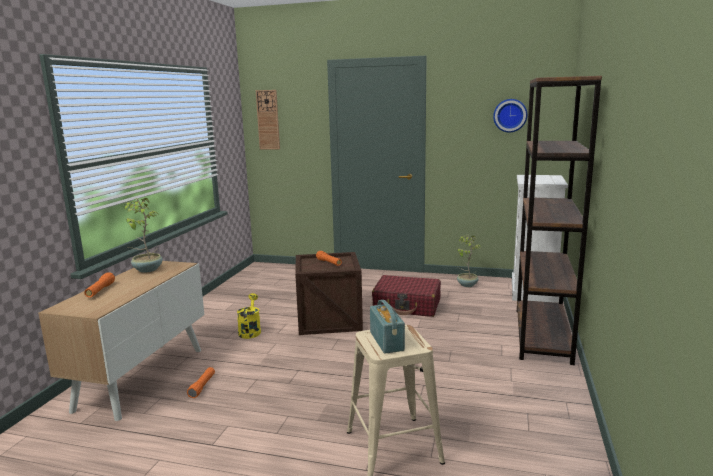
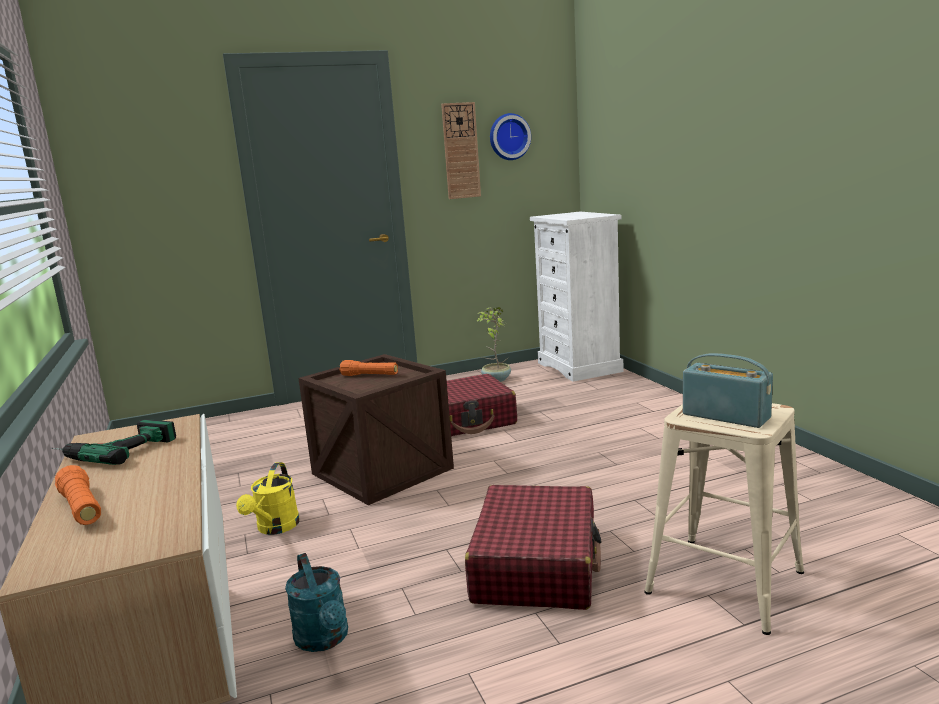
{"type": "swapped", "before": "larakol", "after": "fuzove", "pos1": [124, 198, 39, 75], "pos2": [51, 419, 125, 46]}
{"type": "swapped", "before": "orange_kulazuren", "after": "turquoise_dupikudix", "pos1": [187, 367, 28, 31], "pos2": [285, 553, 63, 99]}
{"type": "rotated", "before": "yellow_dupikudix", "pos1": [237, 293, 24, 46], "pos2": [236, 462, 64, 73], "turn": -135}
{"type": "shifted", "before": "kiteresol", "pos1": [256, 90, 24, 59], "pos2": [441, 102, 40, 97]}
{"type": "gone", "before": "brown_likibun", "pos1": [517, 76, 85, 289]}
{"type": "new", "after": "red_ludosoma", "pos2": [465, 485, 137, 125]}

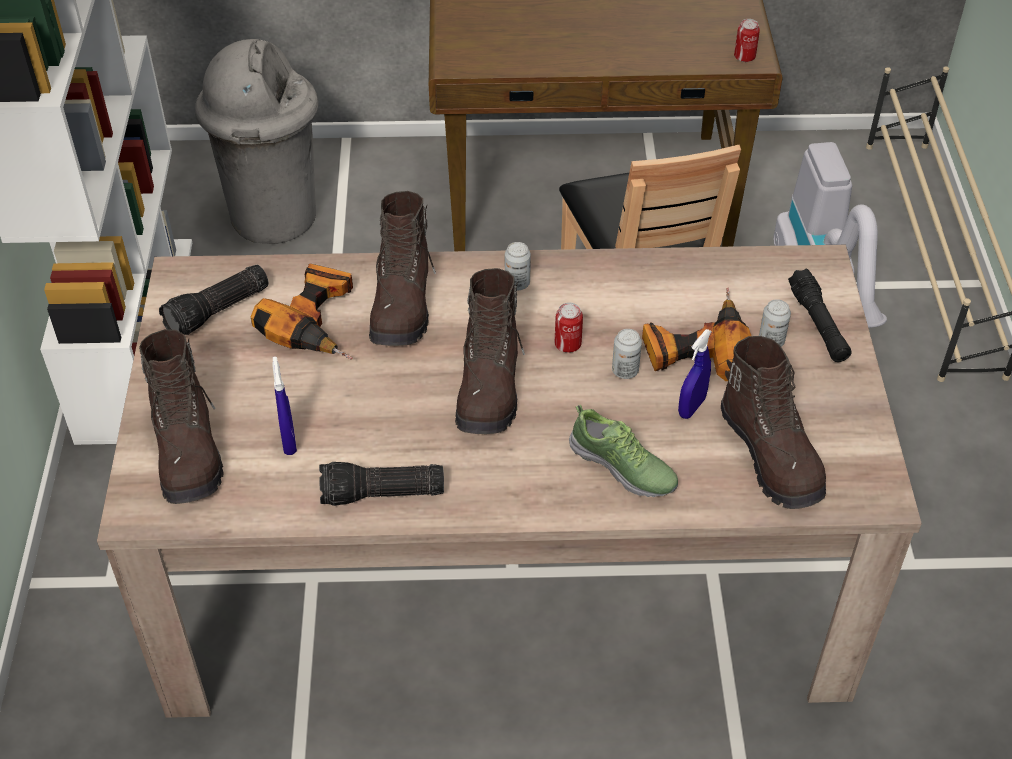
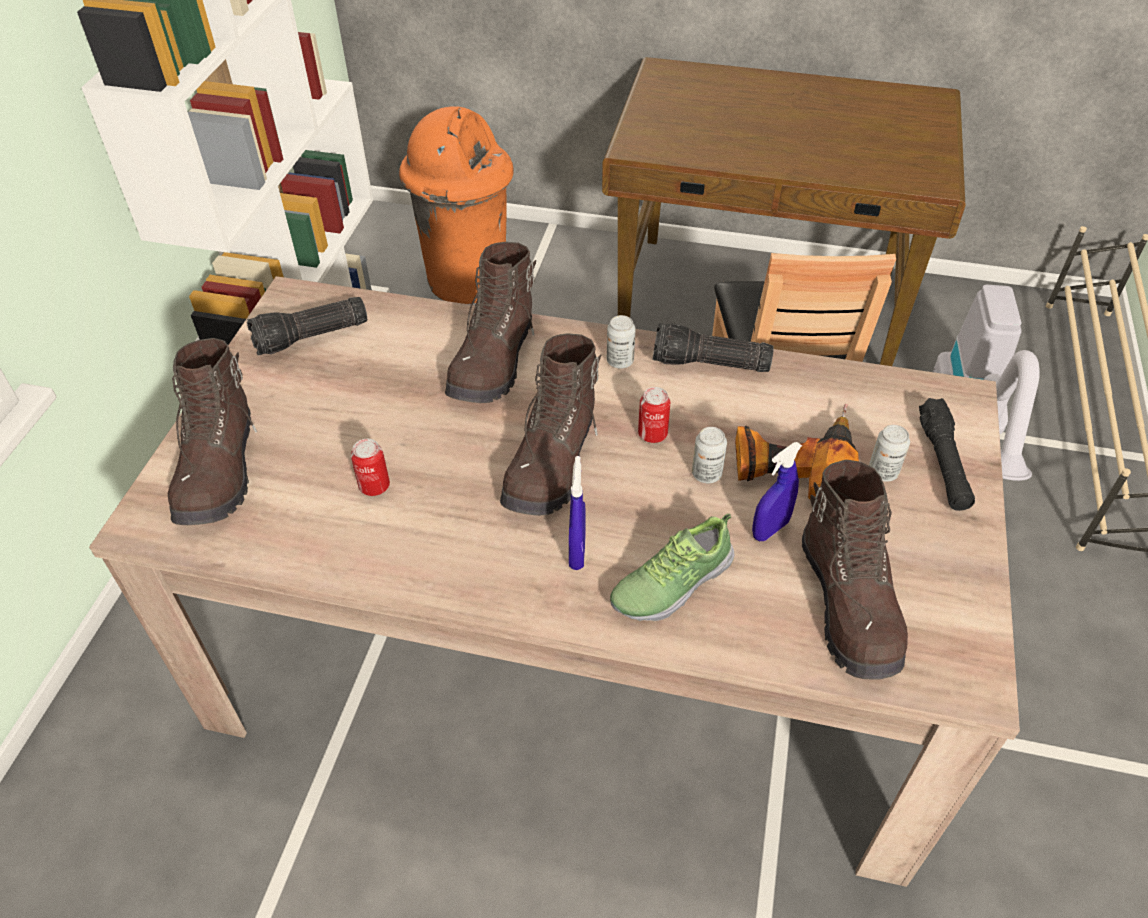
{"type": "repainted", "before": "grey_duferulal", "after": "orange_duferulal", "pos1": [195, 39, 123, 205], "pos2": [399, 106, 115, 198]}
{"type": "gone", "before": "fuzove", "pos1": [251, 263, 102, 96]}
{"type": "shifted", "before": "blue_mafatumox", "pos1": [272, 357, 25, 98], "pos2": [569, 456, 17, 114]}
{"type": "shifted", "before": "kulazuren", "pos1": [319, 462, 125, 44], "pos2": [652, 323, 122, 49]}
{"type": "rotated", "before": "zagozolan", "pos1": [569, 405, 109, 92], "pos2": [610, 514, 124, 107], "turn": 90}
{"type": "shifted", "before": "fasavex", "pos1": [734, 19, 26, 43], "pos2": [351, 439, 39, 57]}

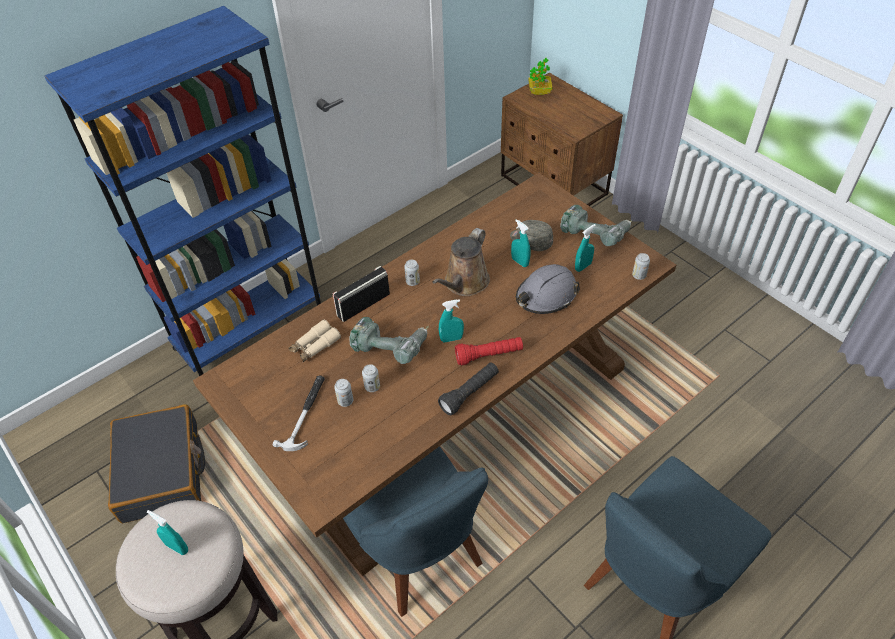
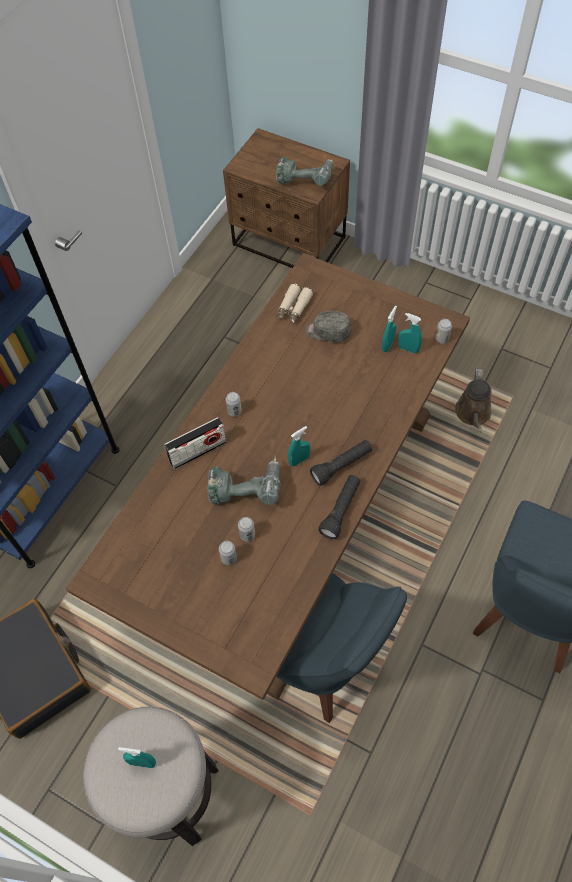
{"type": "gone", "before": "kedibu", "pos1": [273, 375, 52, 76]}
{"type": "shifted", "before": "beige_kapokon", "pos1": [289, 319, 52, 43], "pos2": [276, 283, 37, 40]}
{"type": "rotated", "before": "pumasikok", "pos1": [333, 266, 57, 56], "pos2": [164, 417, 63, 52], "turn": -150}
{"type": "shifted", "before": "brown_dupikudix", "pos1": [432, 228, 58, 68], "pos2": [455, 369, 37, 64]}
{"type": "repainted", "before": "red_kulazuren", "after": "black_kulazuren", "pos1": [455, 337, 68, 29], "pos2": [310, 440, 62, 46]}
{"type": "shifted", "before": "turquoise_mafatumox", "pos1": [511, 219, 19, 48], "pos2": [399, 313, 23, 41]}
{"type": "gone", "before": "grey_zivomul", "pos1": [516, 264, 64, 50]}
{"type": "gone", "before": "larakol", "pos1": [529, 58, 23, 37]}
{"type": "shifted", "before": "fuzove", "pos1": [560, 205, 72, 41], "pos2": [276, 157, 57, 29]}

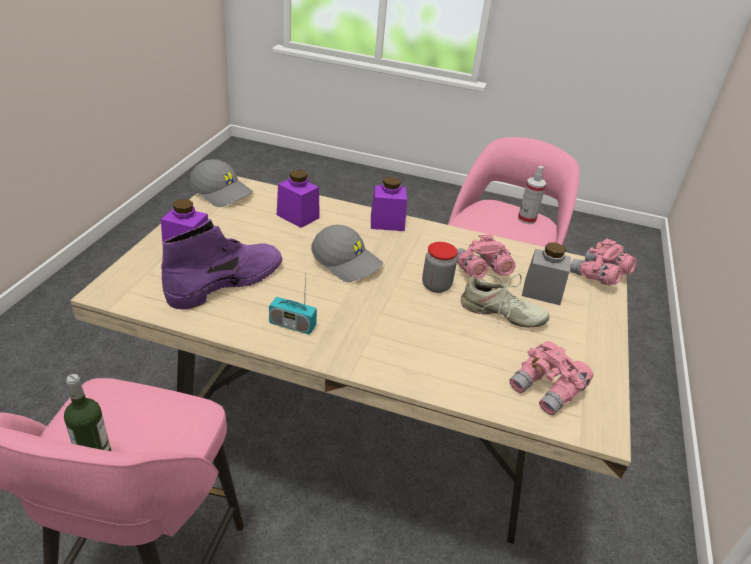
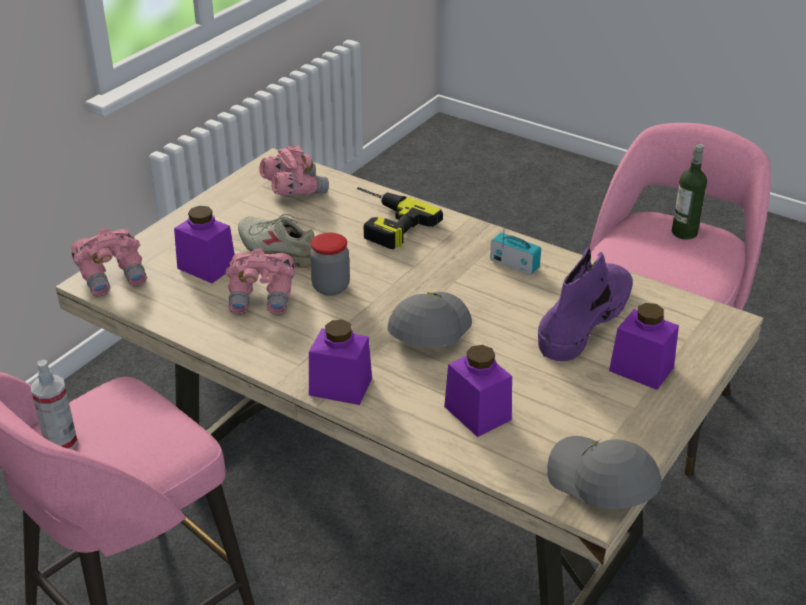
{"type": "rotated", "before": "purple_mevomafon", "pos1": [161, 219, 121, 91], "pos2": [538, 246, 95, 115], "turn": 150}
{"type": "rotated", "before": "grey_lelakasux", "pos1": [311, 225, 72, 57], "pos2": [387, 292, 85, 55], "turn": 60}
{"type": "repainted", "before": "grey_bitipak", "after": "purple_bitipak", "pos1": [522, 243, 49, 62], "pos2": [174, 206, 61, 77]}
{"type": "new", "after": "fuzove", "pos2": [357, 187, 86, 62]}

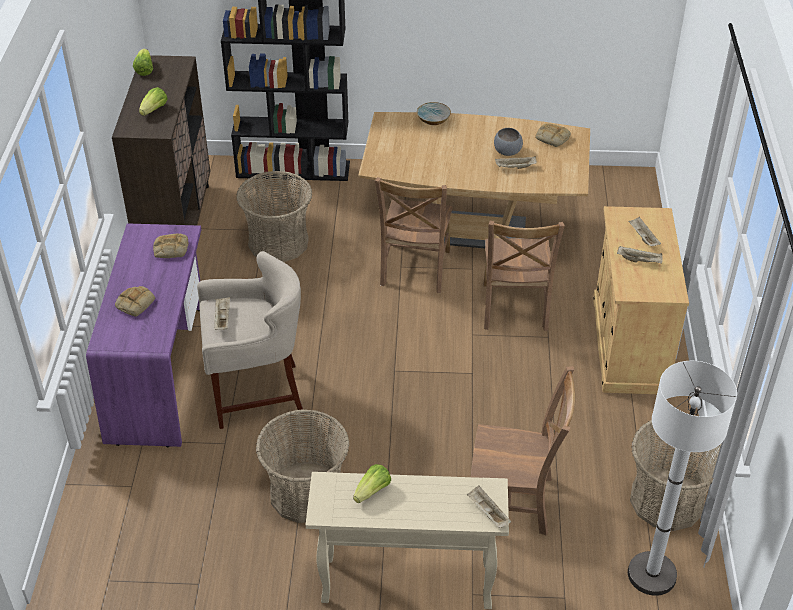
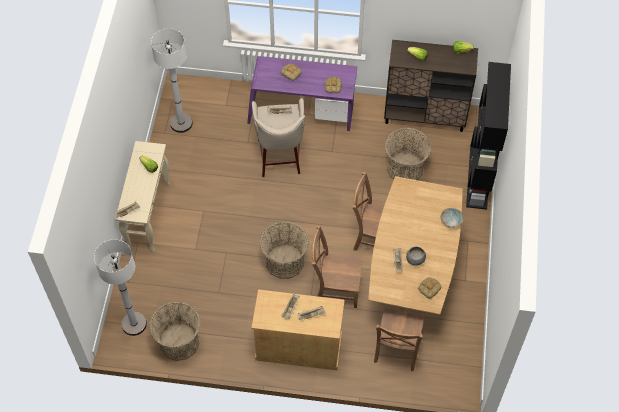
{"type": "shifted", "before": "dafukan", "pos1": [255, 409, 94, 114], "pos2": [260, 221, 49, 58]}
{"type": "shifted", "before": "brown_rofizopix", "pos1": [471, 366, 104, 170], "pos2": [374, 308, 51, 63]}
{"type": "new", "after": "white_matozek", "pos2": [151, 28, 42, 105]}

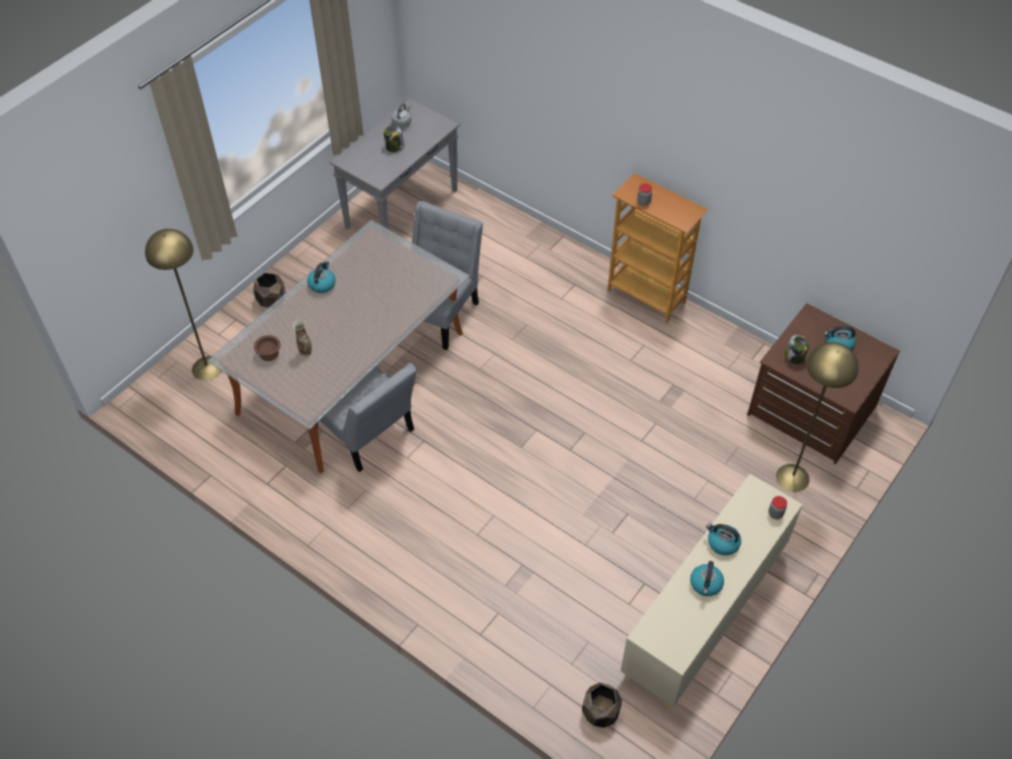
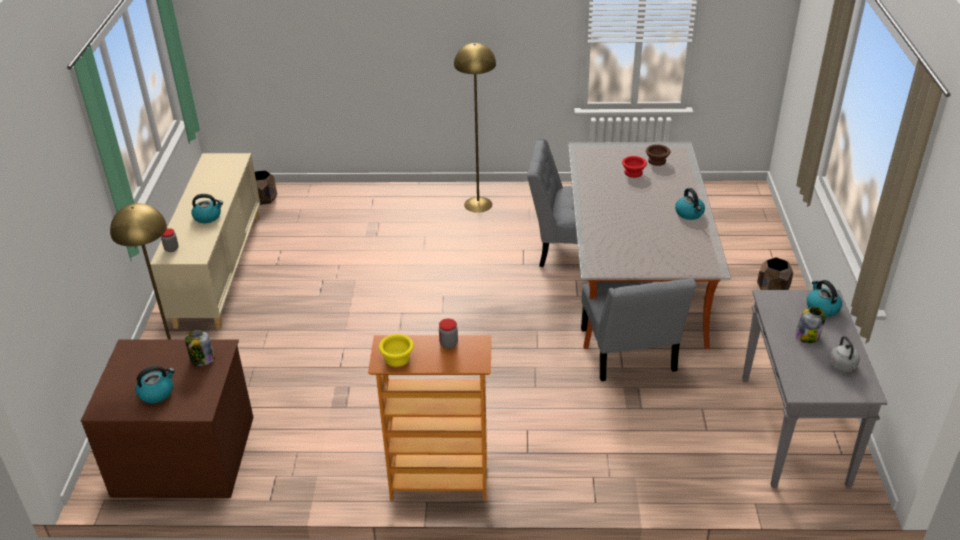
{"type": "shifted", "before": "yellow_matozek", "pos1": [145, 229, 77, 152], "pos2": [454, 43, 42, 170]}
{"type": "swapped", "before": "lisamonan", "after": "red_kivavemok", "pos1": [292, 320, 20, 36], "pos2": [622, 156, 25, 22]}
{"type": "shifted", "before": "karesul", "pos1": [690, 561, 34, 35], "pos2": [807, 280, 35, 37]}
{"type": "new", "after": "yellow_kivavemok", "pos2": [379, 334, 35, 33]}

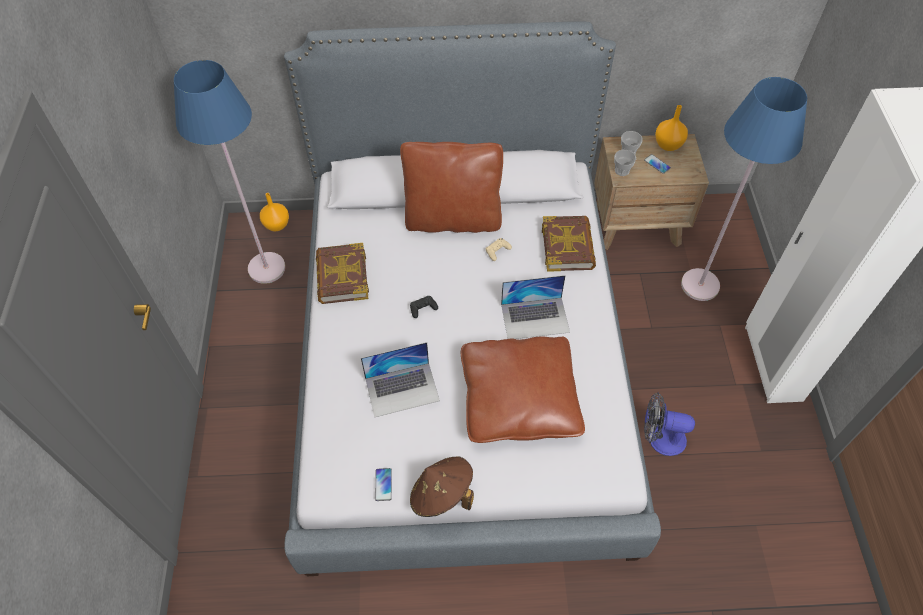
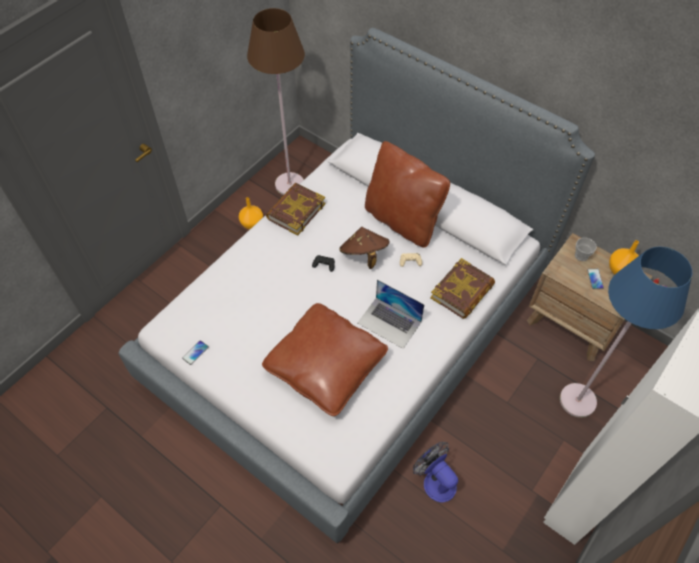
{"type": "repainted", "before": "blue_matozek", "after": "brown_matozek", "pos1": [174, 60, 112, 224], "pos2": [247, 8, 58, 187]}
{"type": "shifted", "before": "orange_lisamonan", "pos1": [260, 193, 29, 38], "pos2": [239, 197, 24, 33]}
{"type": "gone", "before": "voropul", "pos1": [361, 342, 79, 76]}
{"type": "shifted", "before": "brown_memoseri", "pos1": [410, 457, 64, 60], "pos2": [339, 227, 51, 42]}
{"type": "gone", "before": "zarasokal", "pos1": [614, 150, 22, 26]}

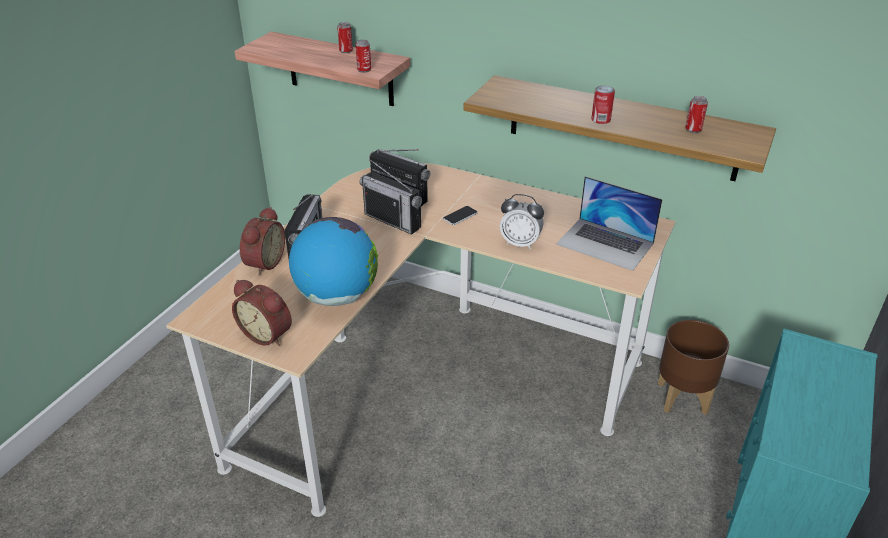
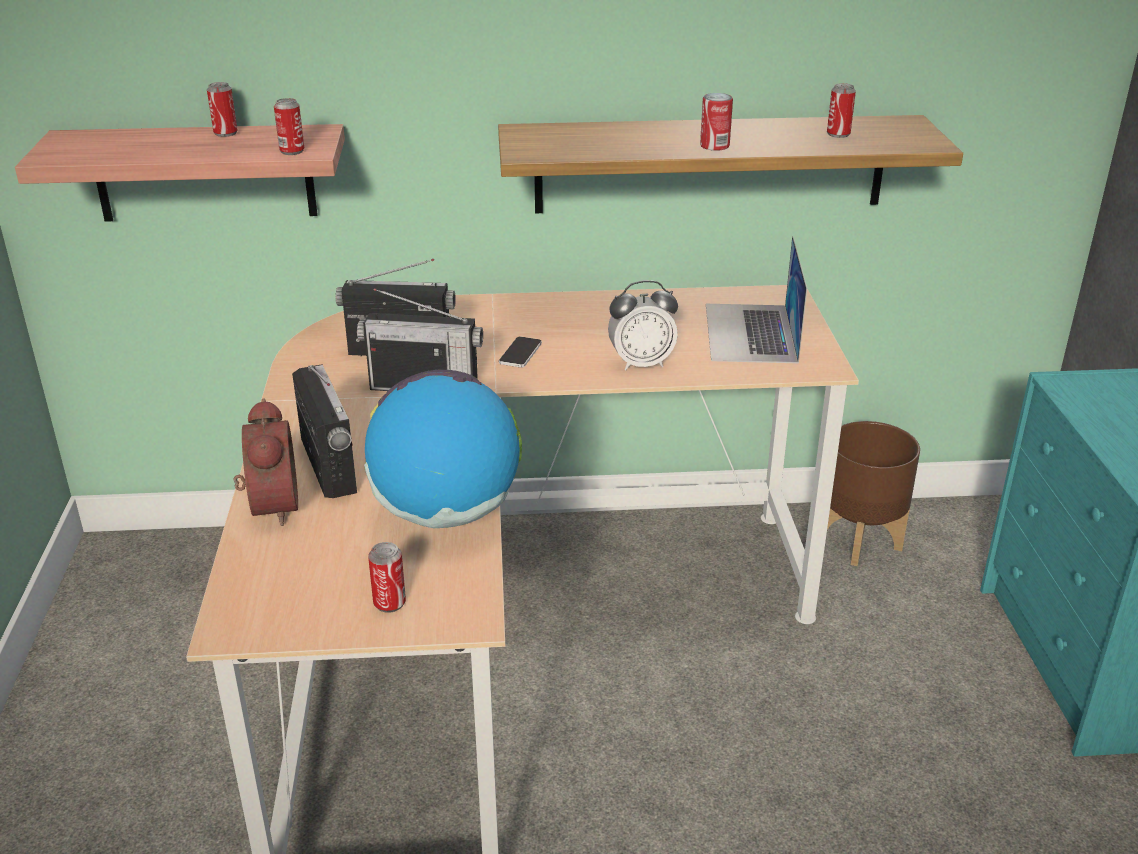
{"type": "swapped", "before": "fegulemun", "after": "fasavex", "pos1": [232, 280, 60, 66], "pos2": [368, 542, 38, 71]}
{"type": "rotated", "before": "voropul", "pos1": [556, 176, 107, 95], "pos2": [706, 236, 101, 127], "turn": 90}

